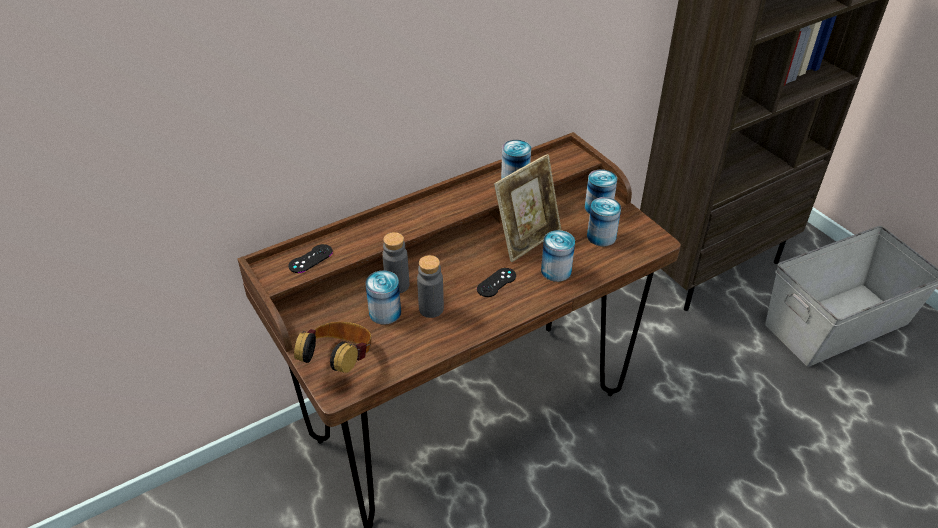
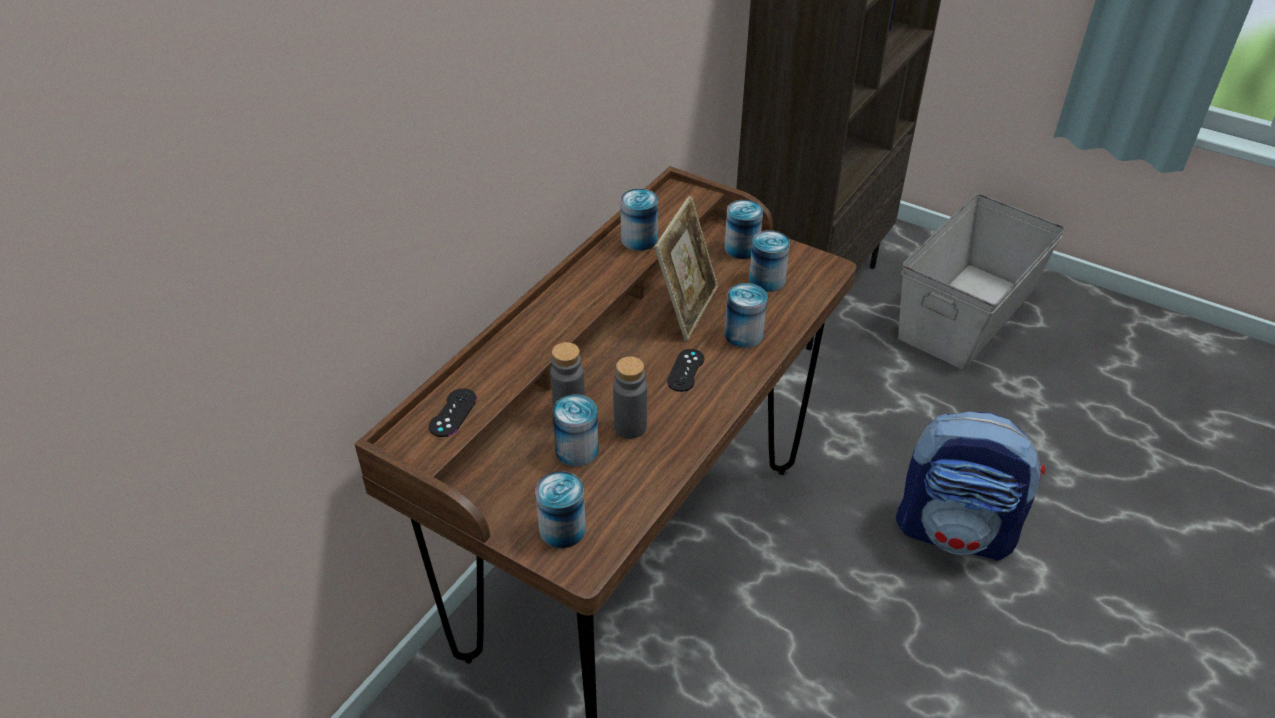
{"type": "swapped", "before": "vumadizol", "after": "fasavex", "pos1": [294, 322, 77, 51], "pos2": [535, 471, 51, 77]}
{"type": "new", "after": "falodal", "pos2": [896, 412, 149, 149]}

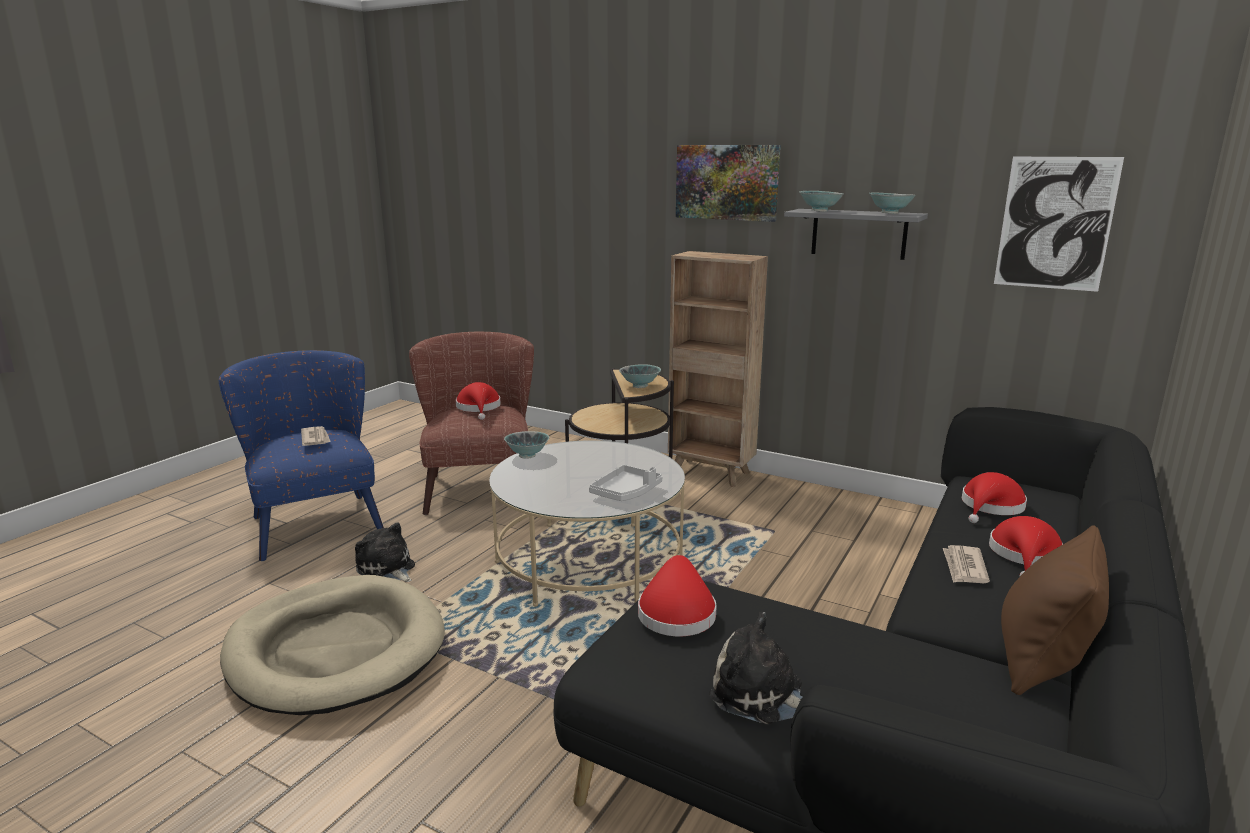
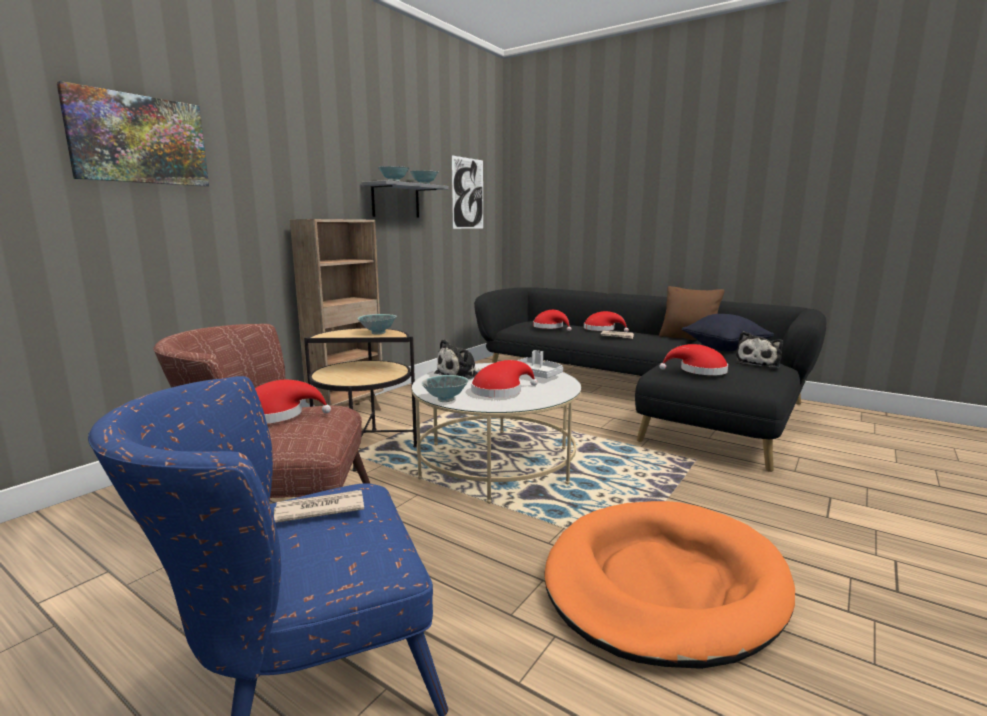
{"type": "repainted", "before": "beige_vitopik", "after": "orange_vitopik", "pos1": [220, 575, 225, 140], "pos2": [544, 501, 251, 168]}
{"type": "shifted", "before": "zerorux", "pos1": [355, 522, 60, 60], "pos2": [434, 339, 49, 41]}
{"type": "shifted", "before": "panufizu", "pos1": [676, 145, 105, 77], "pos2": [56, 81, 153, 105]}
{"type": "new", "after": "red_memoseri", "pos2": [471, 360, 67, 38]}
{"type": "new", "after": "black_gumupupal", "pos2": [682, 314, 92, 37]}

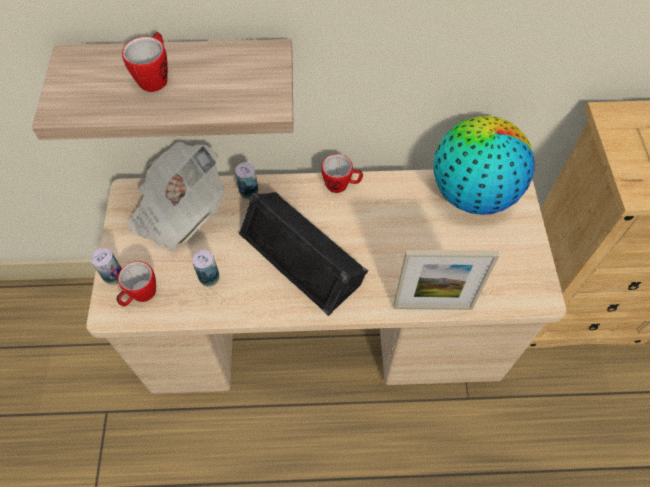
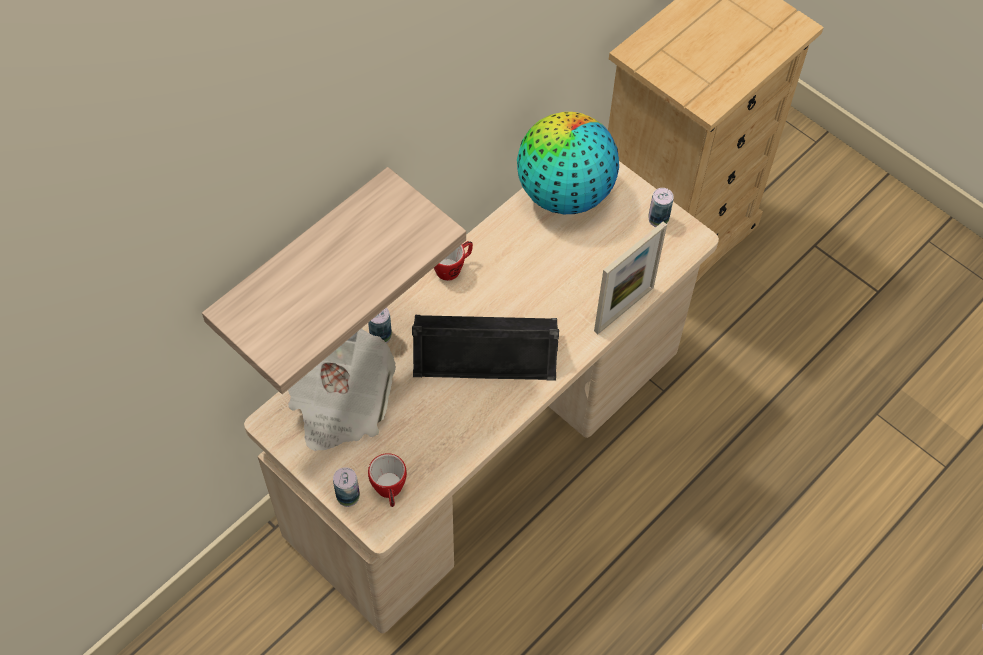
{"type": "gone", "before": "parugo", "pos1": [122, 32, 46, 60]}
{"type": "shifted", "before": "fasavex", "pos1": [192, 250, 27, 37], "pos2": [648, 188, 26, 39]}

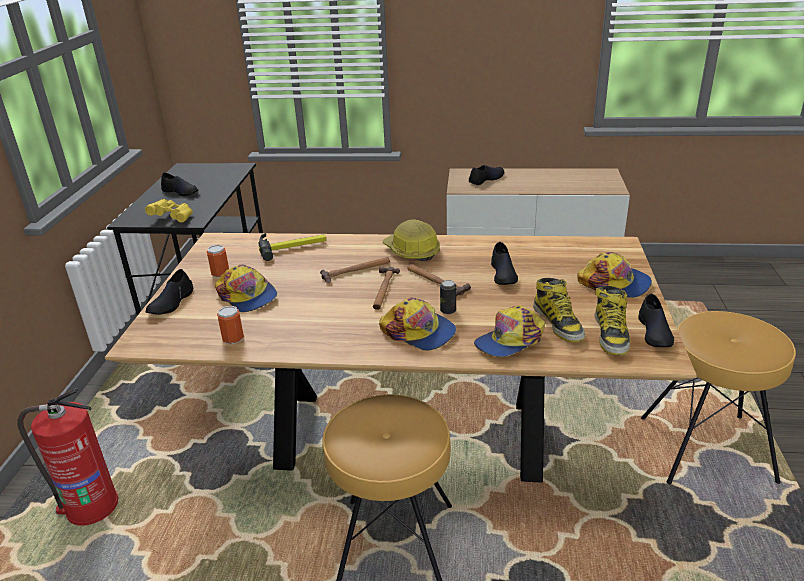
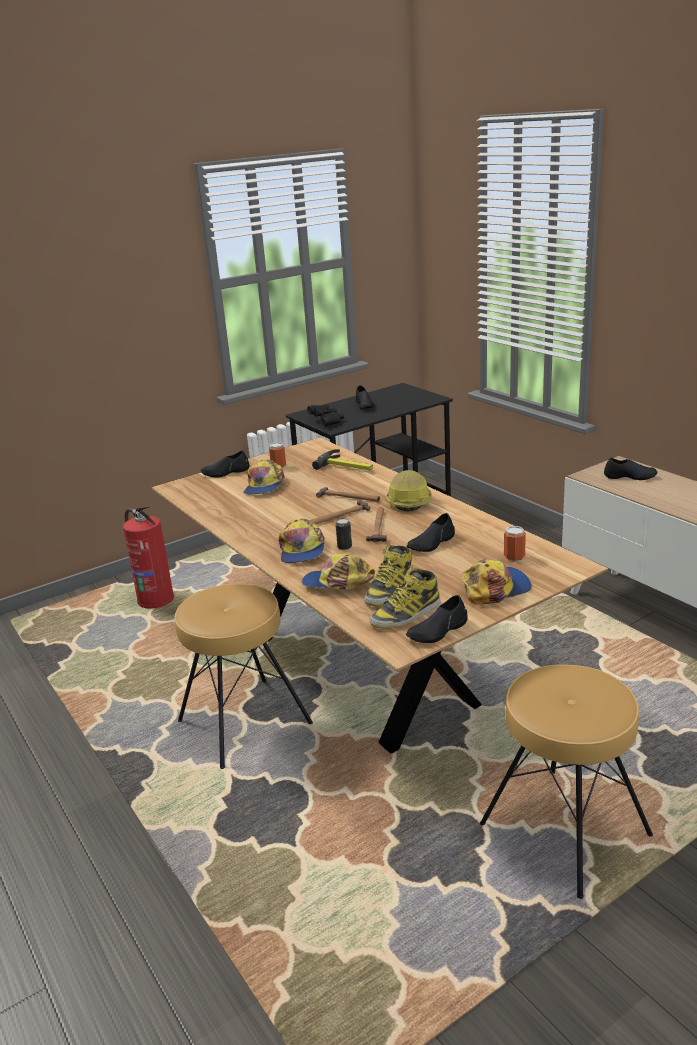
{"type": "repainted", "before": "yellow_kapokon", "after": "black_kapokon", "pos1": [145, 199, 48, 24], "pos2": [307, 404, 37, 22]}
{"type": "shifted", "before": "fasavex", "pos1": [217, 305, 27, 39], "pos2": [504, 526, 22, 36]}
{"type": "rotated", "before": "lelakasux", "pos1": [577, 252, 75, 46], "pos2": [461, 559, 70, 45], "turn": -105}

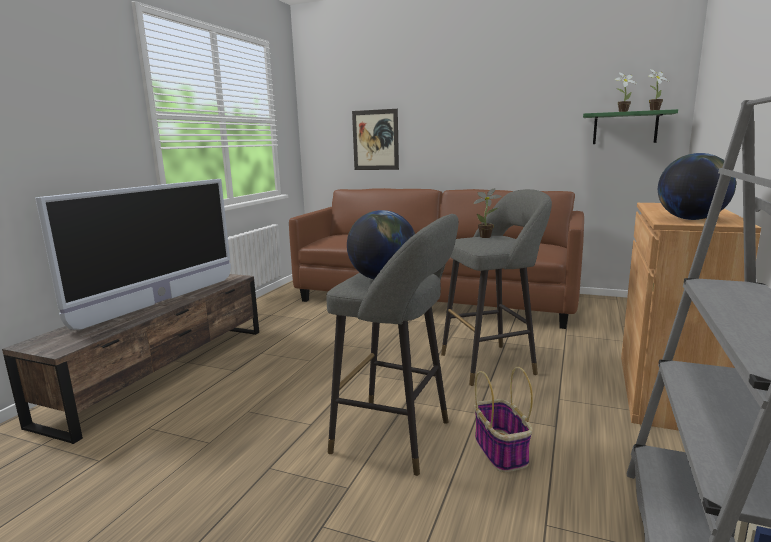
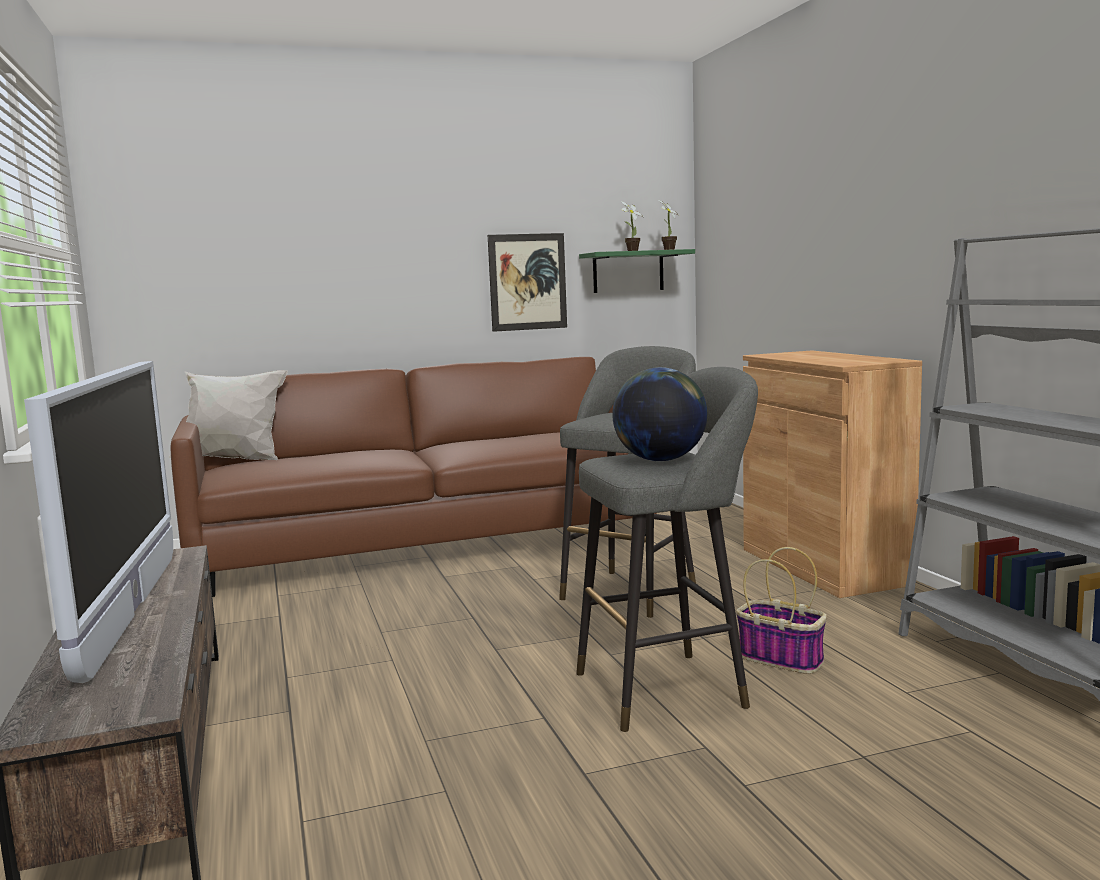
{"type": "shifted", "before": "panufizu", "pos1": [352, 109, 47, 61], "pos2": [488, 233, 79, 99]}
{"type": "gone", "before": "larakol", "pos1": [473, 188, 29, 50]}
{"type": "gone", "before": "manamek", "pos1": [658, 153, 78, 67]}
{"type": "new", "after": "white_gumupupal", "pos2": [169, 370, 119, 90]}

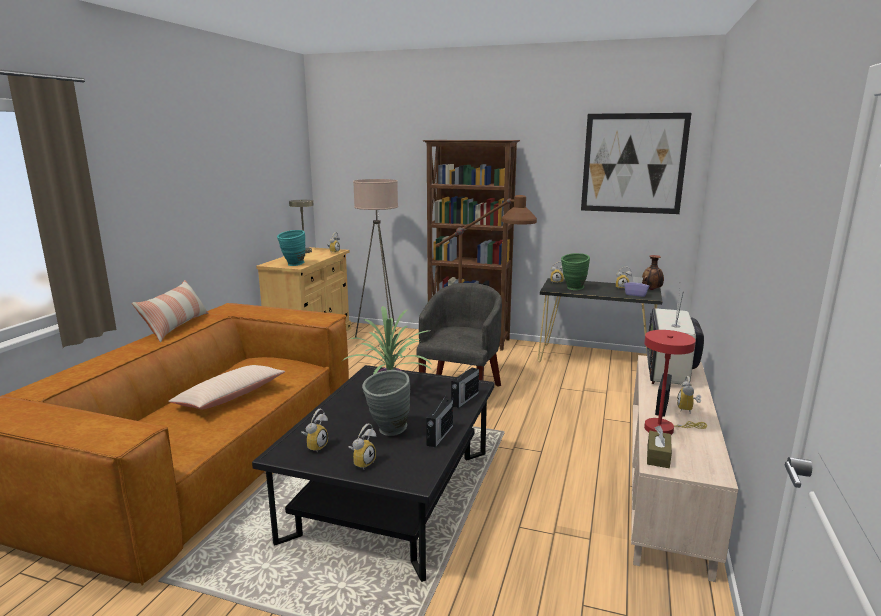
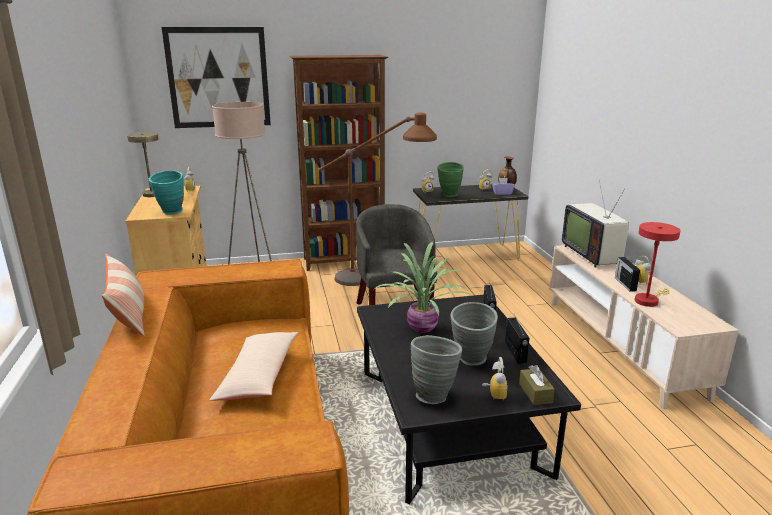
{"type": "swapped", "before": "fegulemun", "after": "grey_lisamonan", "pos1": [301, 409, 27, 44], "pos2": [411, 335, 51, 69]}
{"type": "shifted", "before": "panufizu", "pos1": [581, 113, 110, 101], "pos2": [162, 27, 109, 101]}
{"type": "shifted", "before": "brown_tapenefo", "pos1": [647, 425, 25, 43], "pos2": [519, 365, 36, 40]}

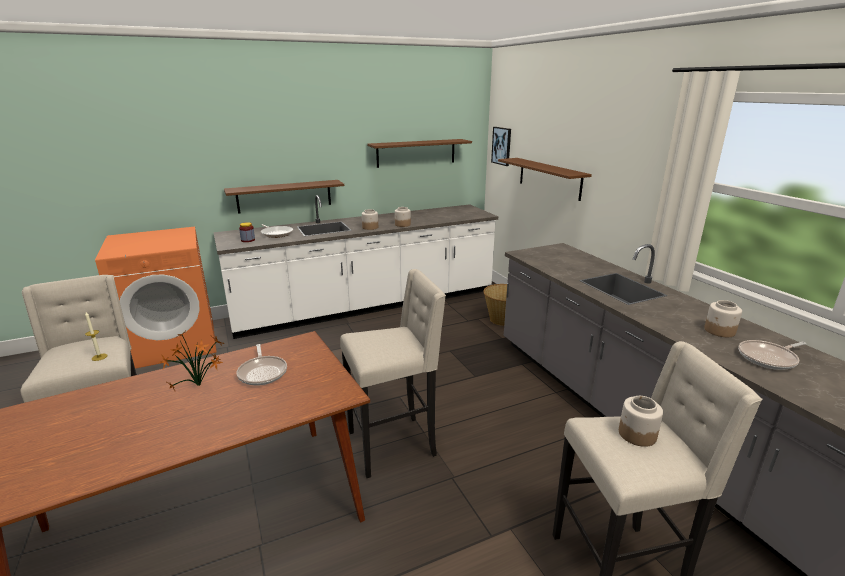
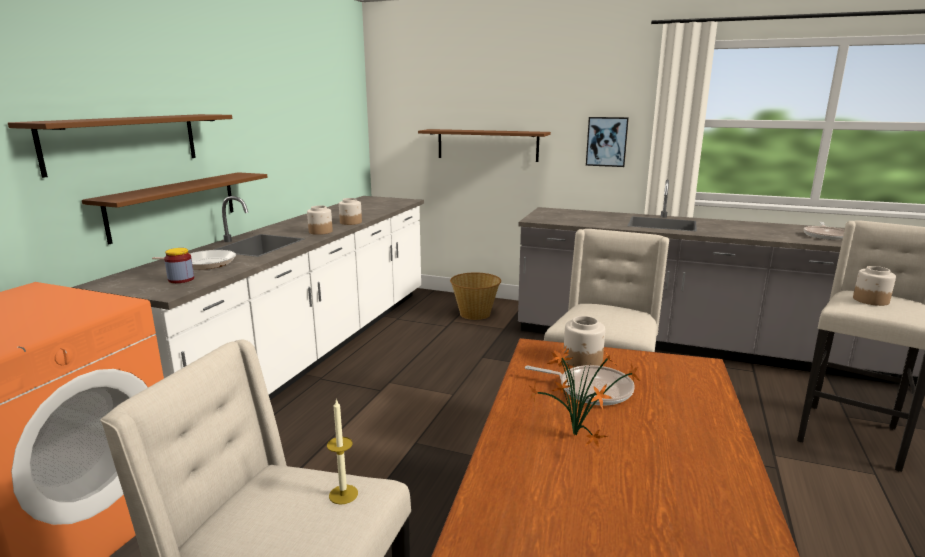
{"type": "shifted", "before": "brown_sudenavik", "pos1": [367, 139, 105, 29], "pos2": [8, 114, 224, 64]}
{"type": "shifted", "before": "panufizu", "pos1": [491, 127, 20, 39], "pos2": [586, 117, 43, 50]}
{"type": "shifted", "before": "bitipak", "pos1": [704, 300, 38, 37], "pos2": [564, 316, 41, 51]}

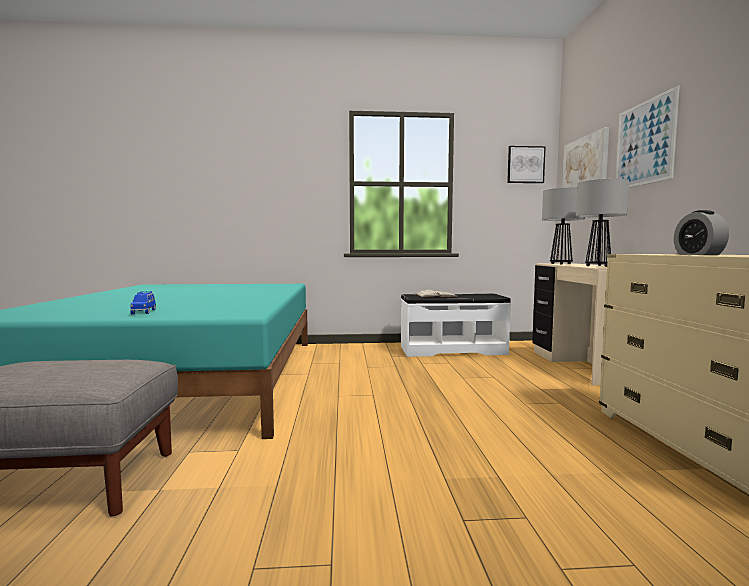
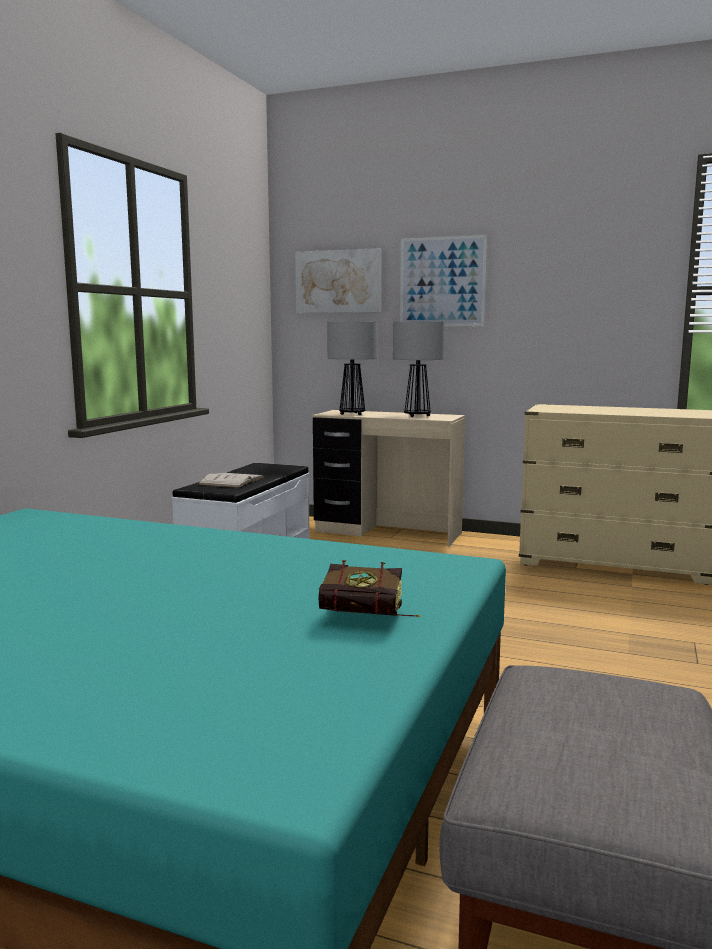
{"type": "swapped", "before": "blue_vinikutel", "after": "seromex", "pos1": [130, 291, 26, 23], "pos2": [318, 560, 103, 57]}
{"type": "gone", "before": "panufizu", "pos1": [507, 146, 39, 37]}
{"type": "gone", "before": "fegulemun", "pos1": [674, 210, 55, 45]}

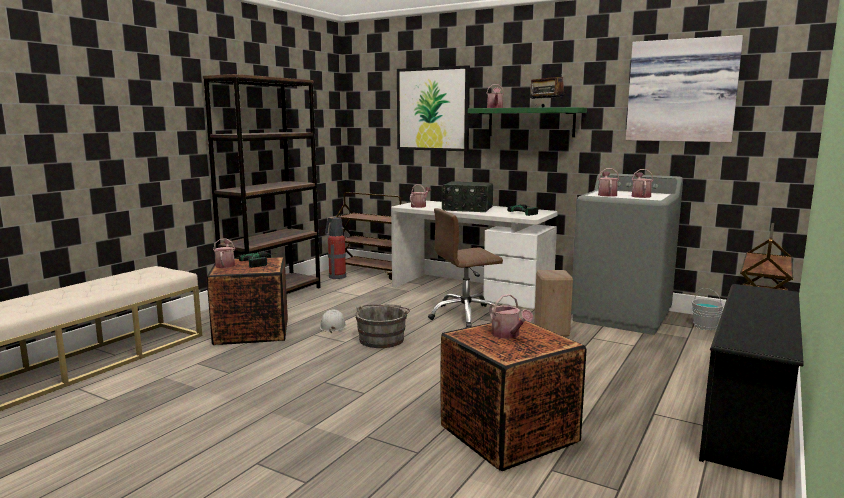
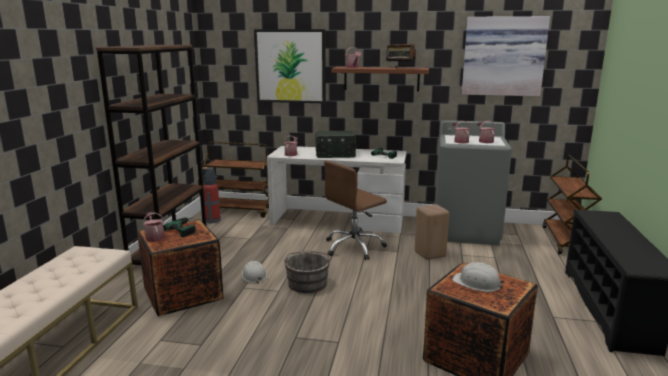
{"type": "repainted", "before": "green_sudenavik", "after": "brown_sudenavik", "pos1": [468, 107, 119, 30], "pos2": [332, 67, 97, 25]}
{"type": "swapped", "before": "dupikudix", "after": "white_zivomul", "pos1": [489, 294, 44, 45], "pos2": [452, 262, 53, 30]}
{"type": "gone", "before": "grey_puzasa", "pos1": [691, 288, 33, 42]}

